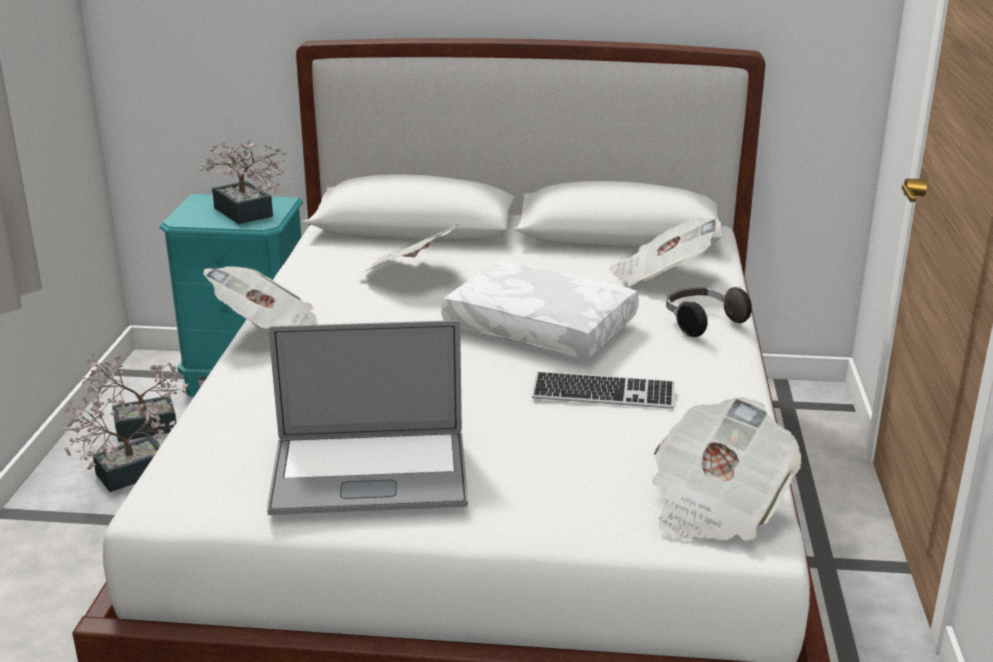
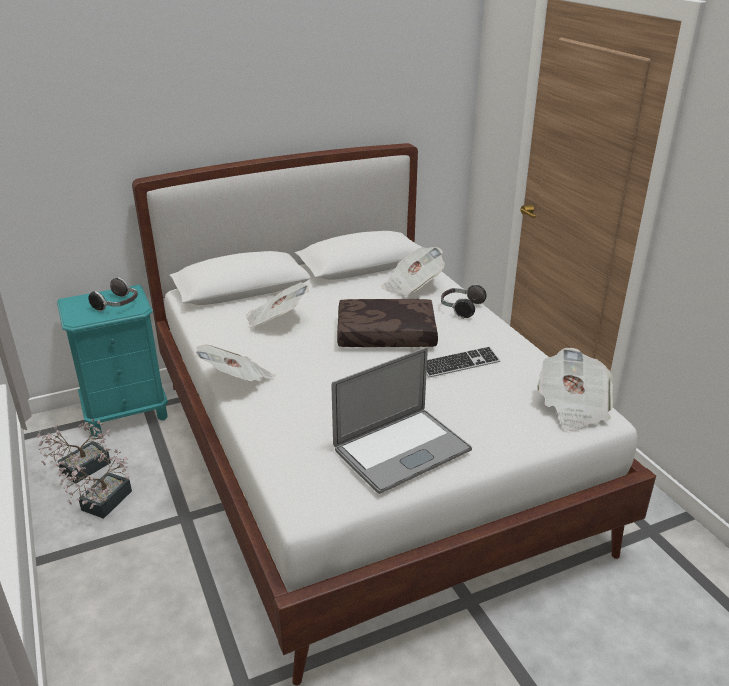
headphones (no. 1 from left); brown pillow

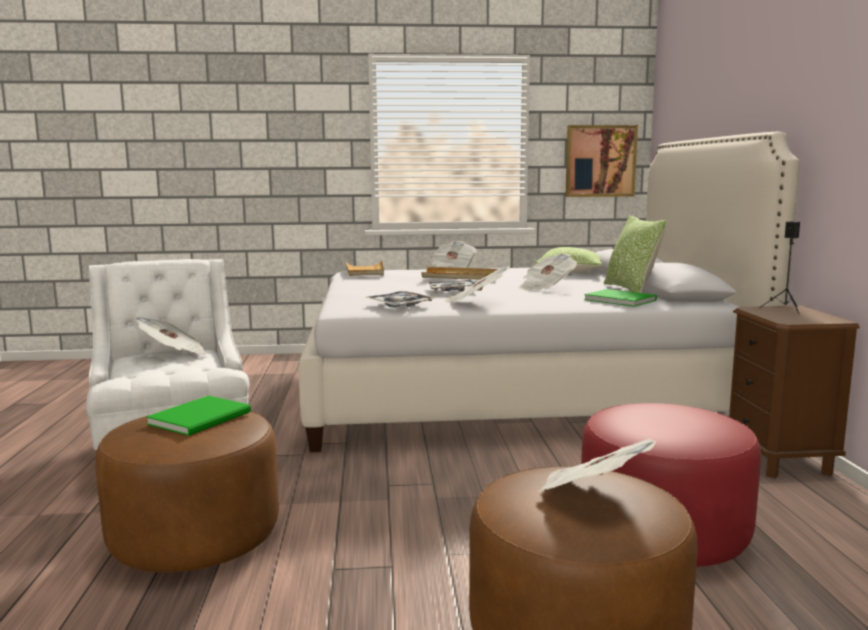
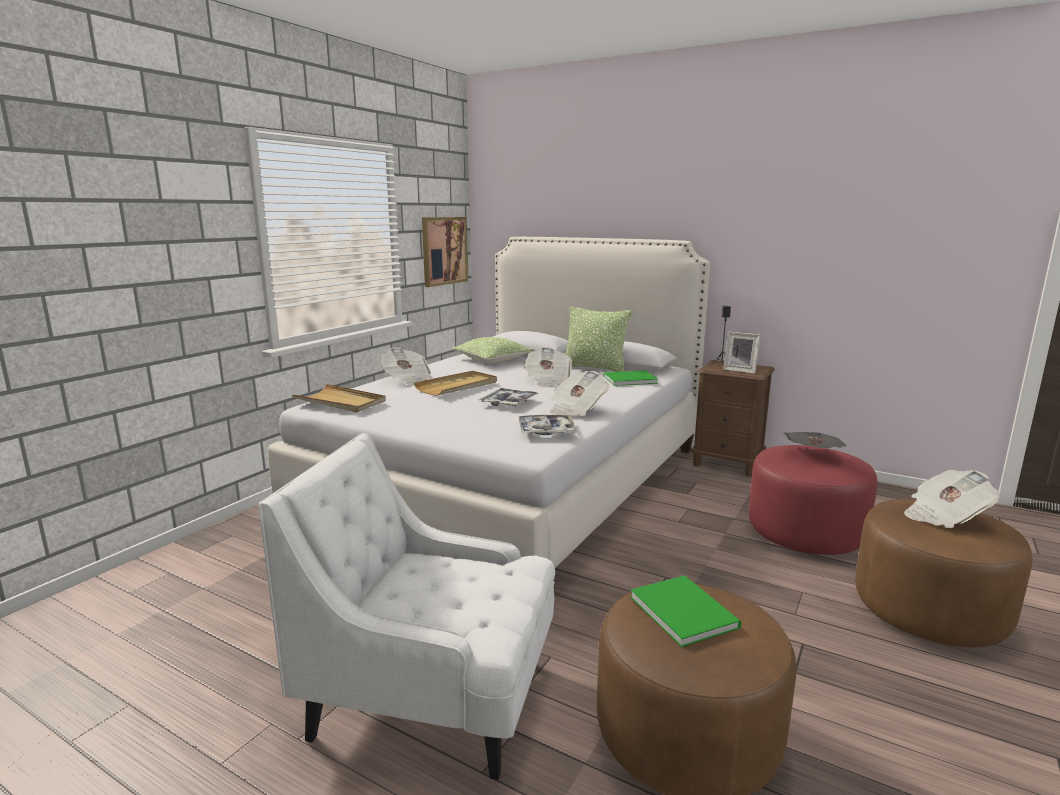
newspaper (no. 4 from left); picture frame

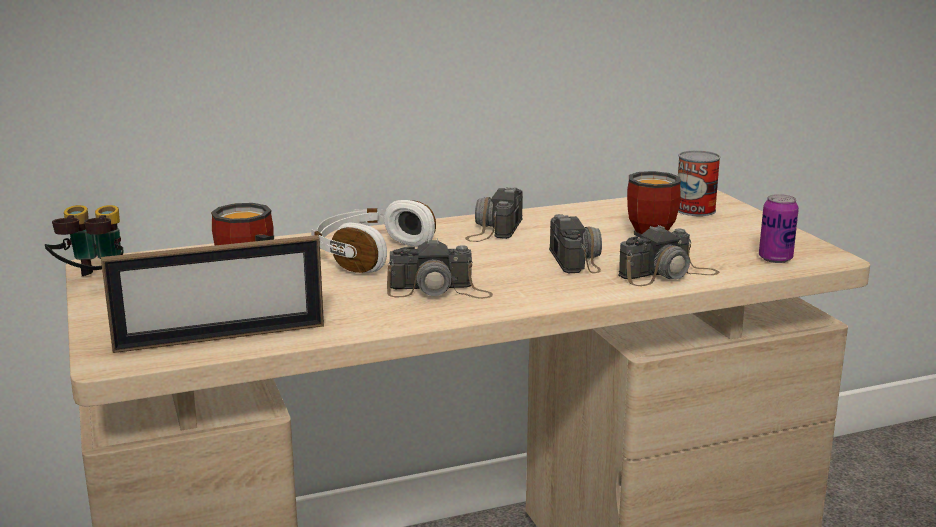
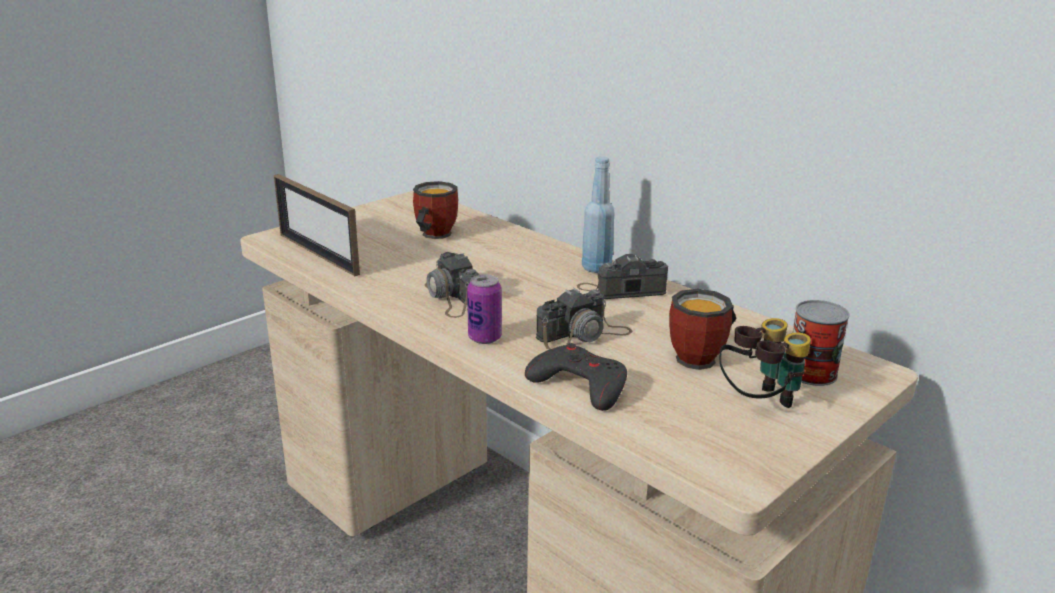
binoculars; white headphones; grey game controller; can (no. 1 from left); blue bottle

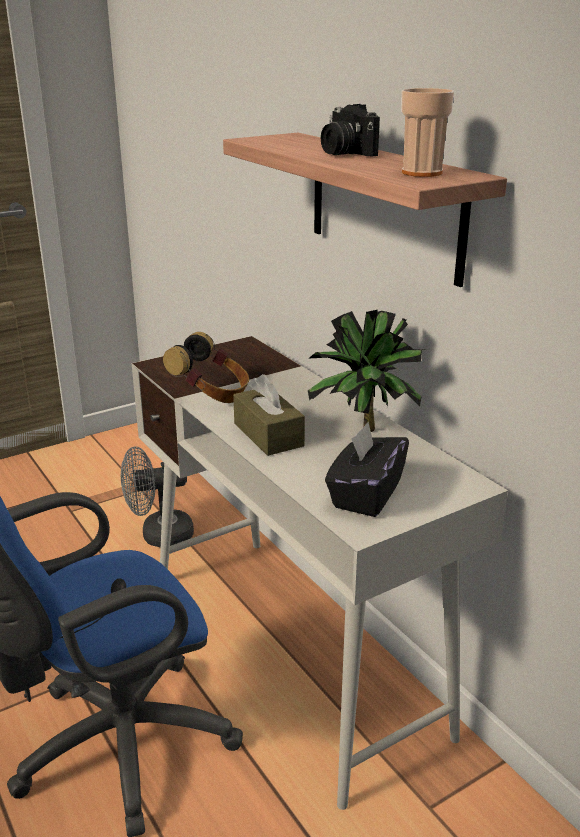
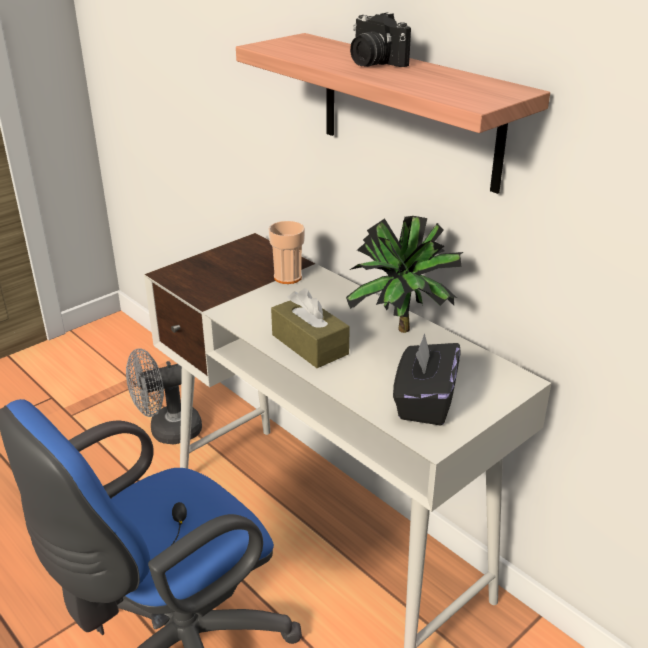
headphones; cup

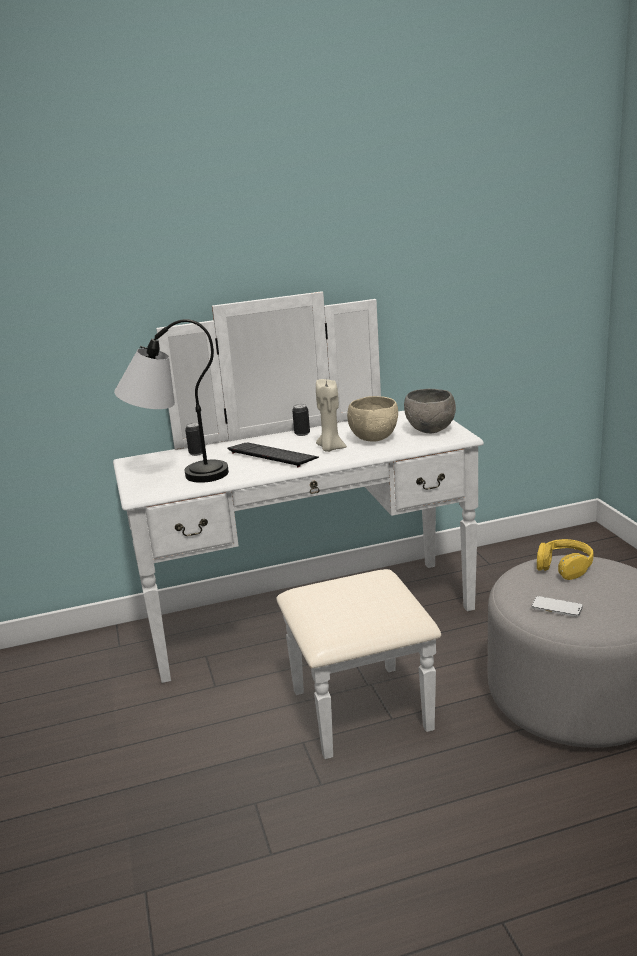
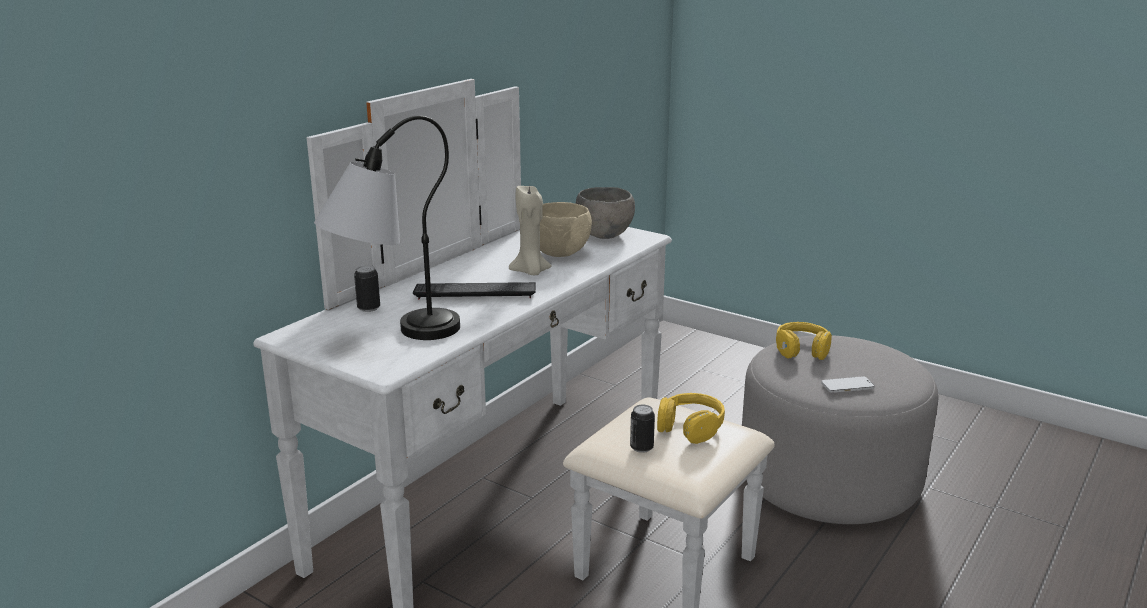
can (no. 2 from left); yellow headphones (no. 1 from left)

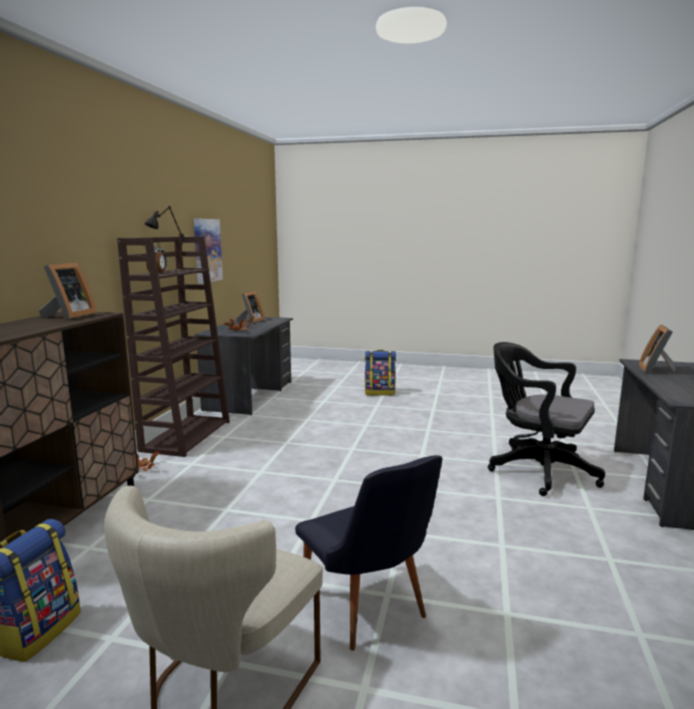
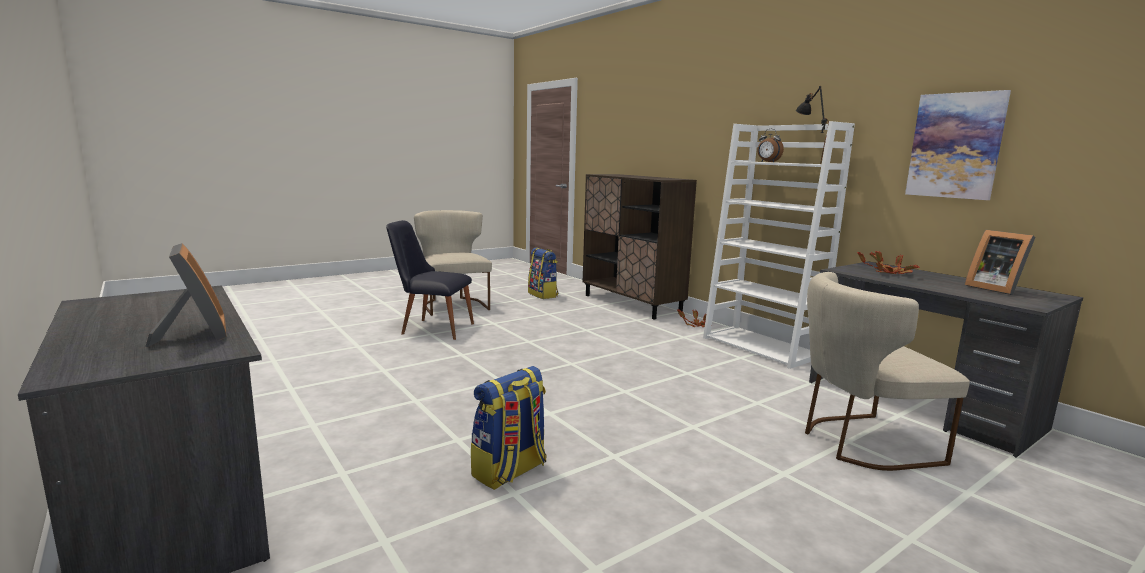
picture frame (no. 1 from left in the first image); white bookcase; backpack (no. 1 from left); black office chair; beige chair (no. 2 from left)

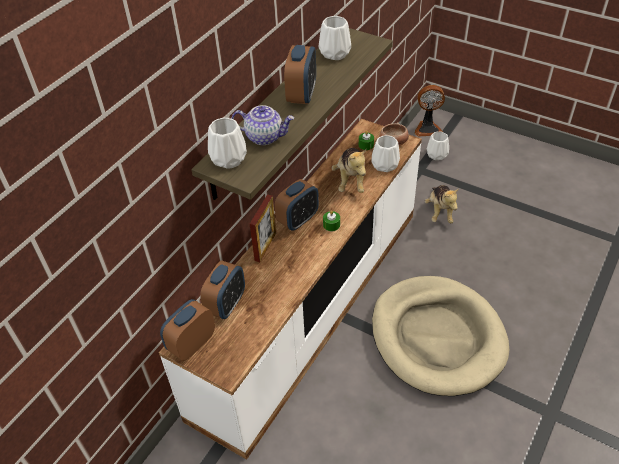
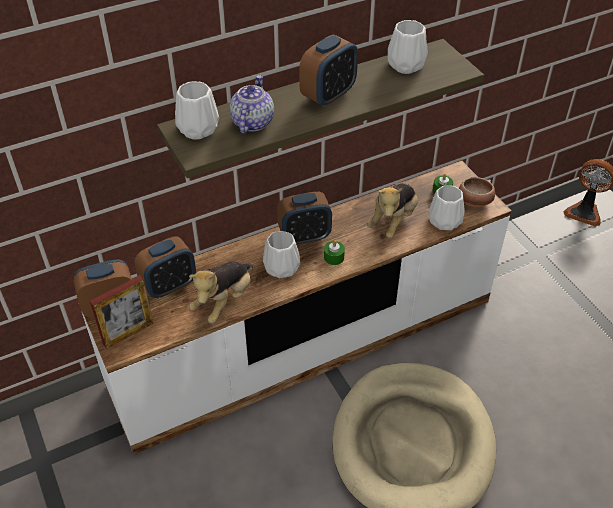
teapot; picture frame; plush toy (no. 1 from left); white vase (no. 2 from left)

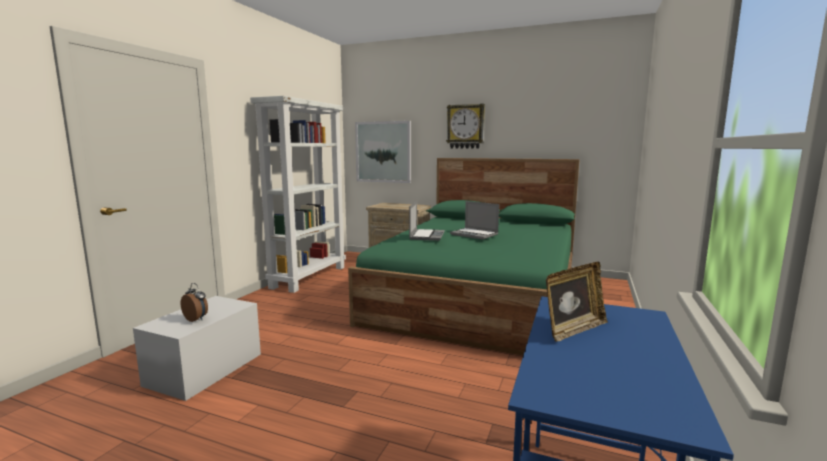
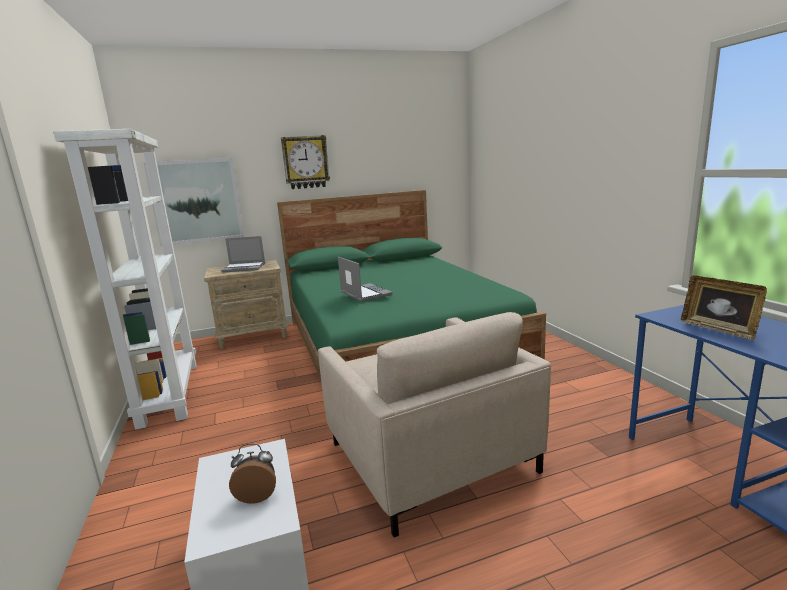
laptop (no. 1 from left); picture frame; beige armchair

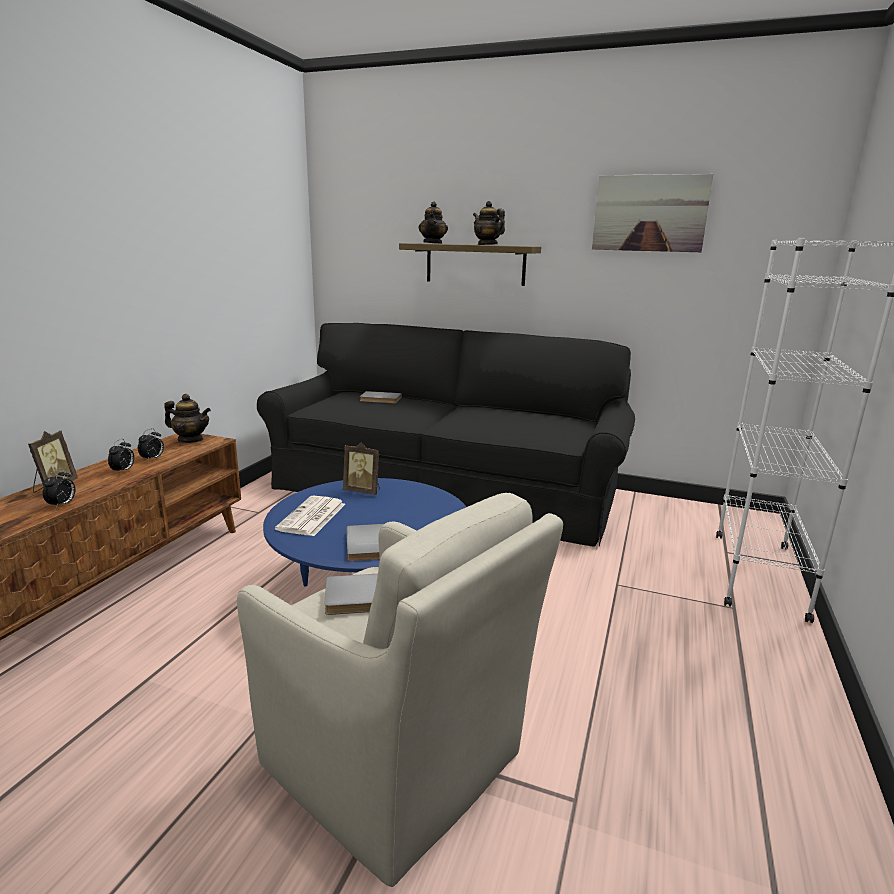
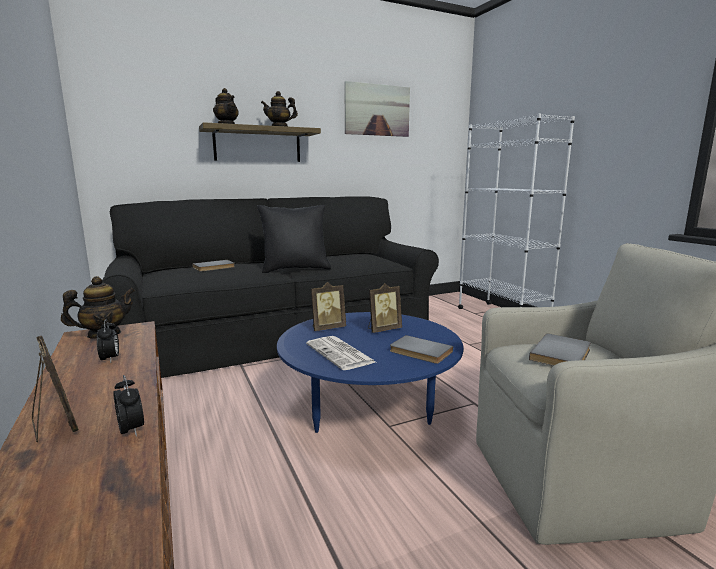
alarm clock (no. 2 from left in the first image); black pillow; picture frame (no. 3 from left)

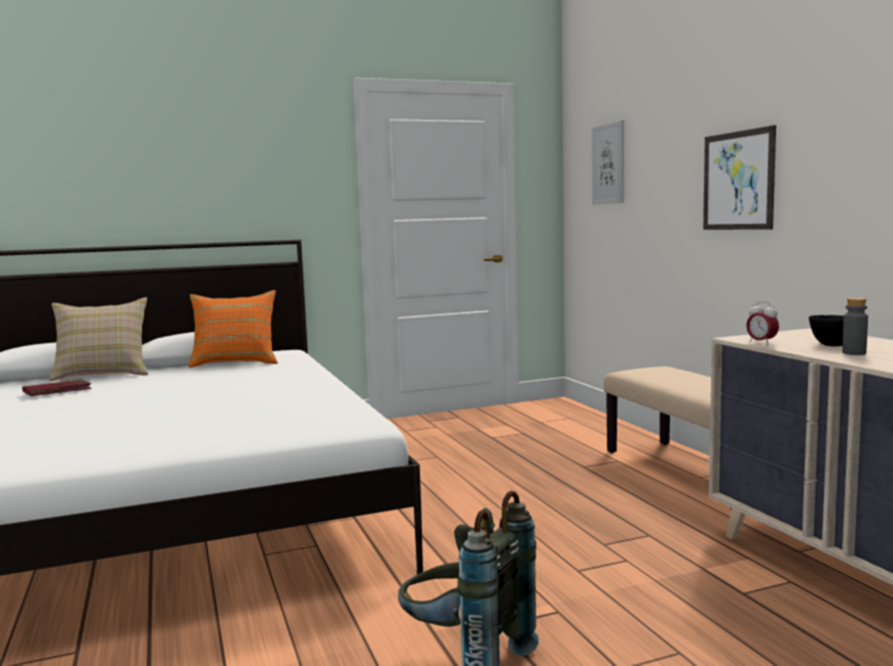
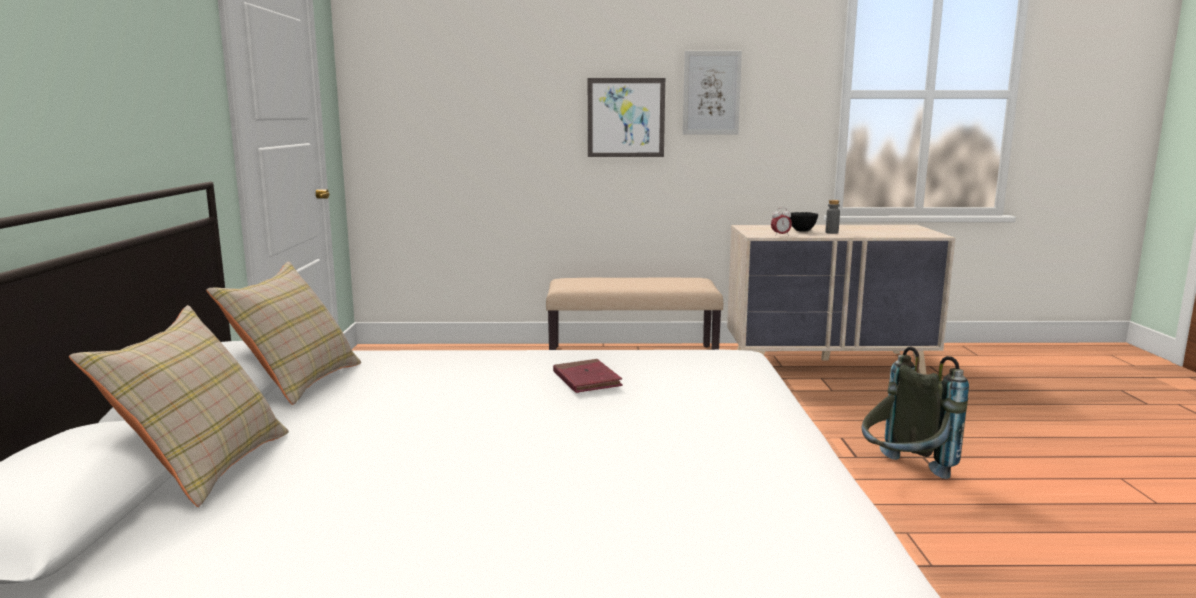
red book; beige pillow (no. 2 from left); picture (no. 2 from left)

